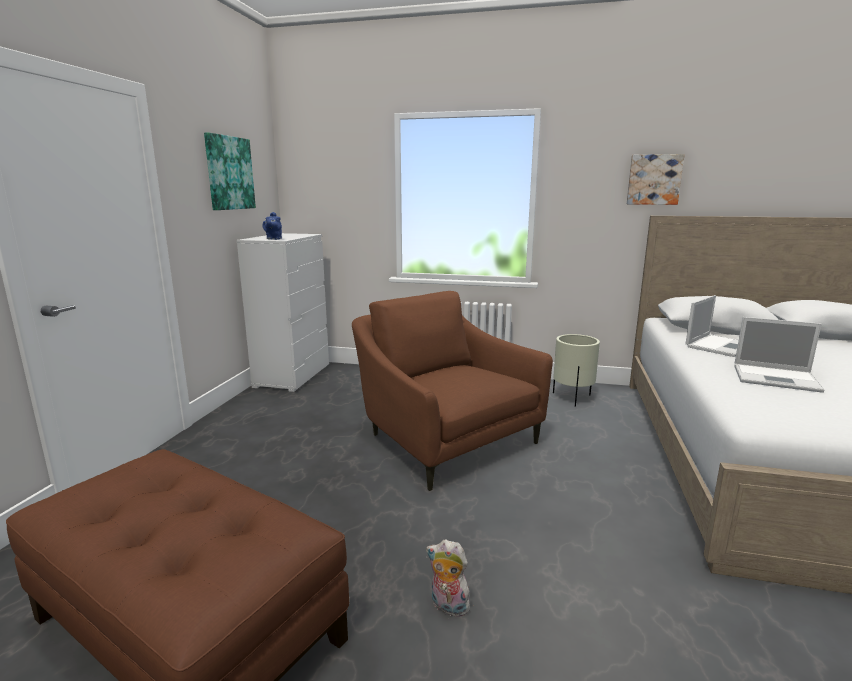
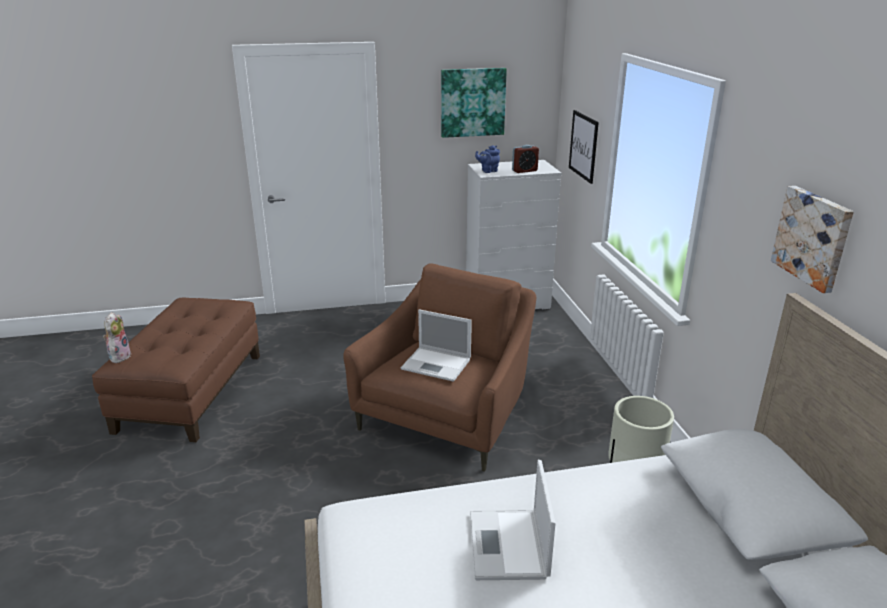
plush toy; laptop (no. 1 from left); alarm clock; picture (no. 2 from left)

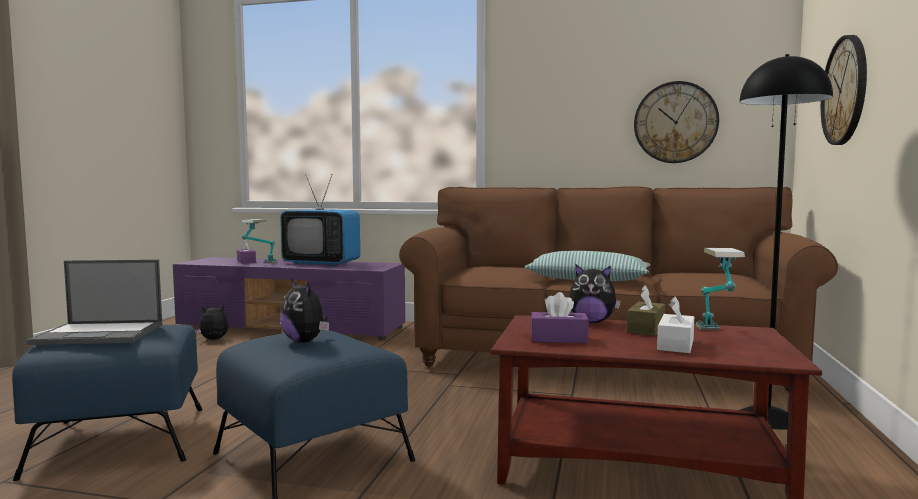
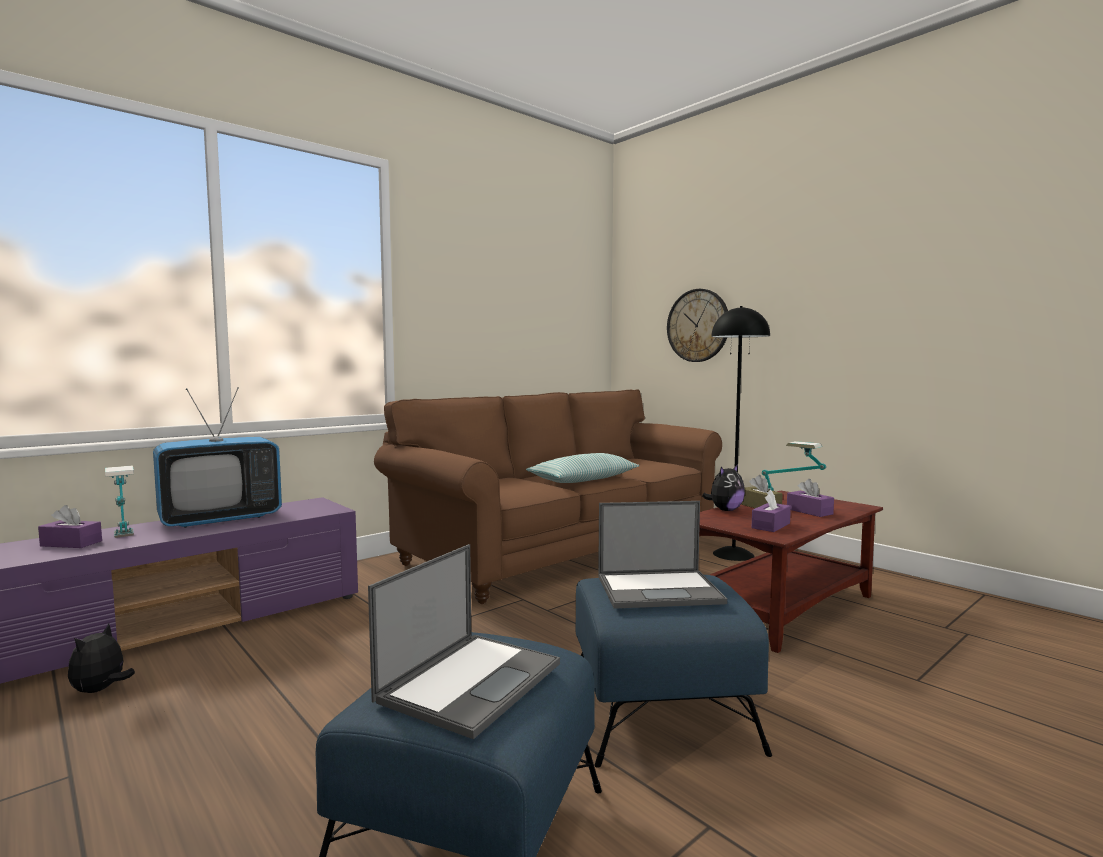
laptop (no. 2 from left); wall clock (no. 1 from left in the first image); purple tissue box (no. 3 from left)

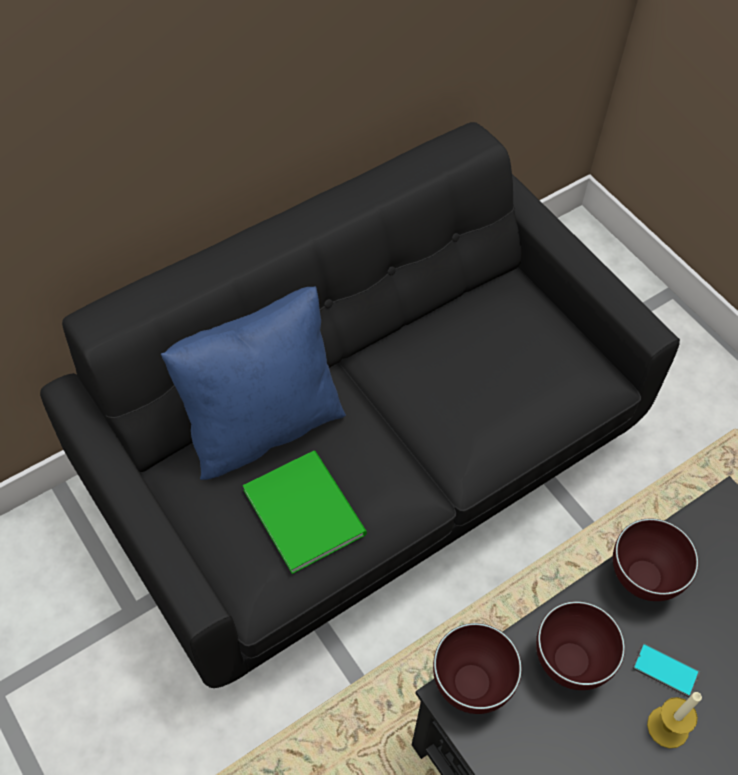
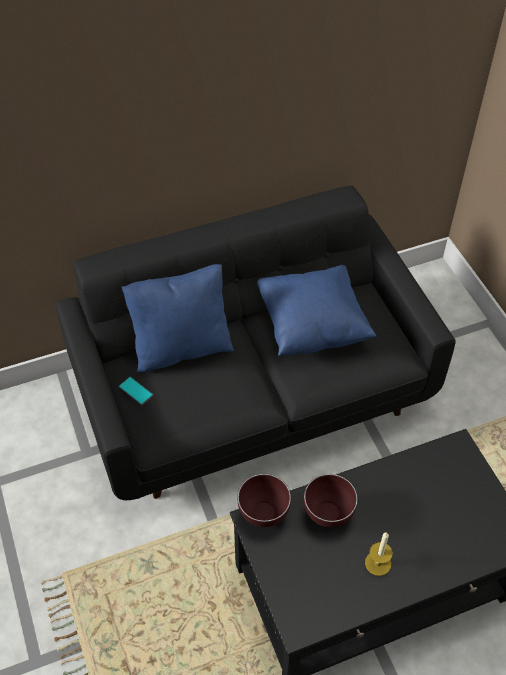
green book; brown bowl (no. 3 from left in the first image); phone; blue pillow (no. 2 from left)

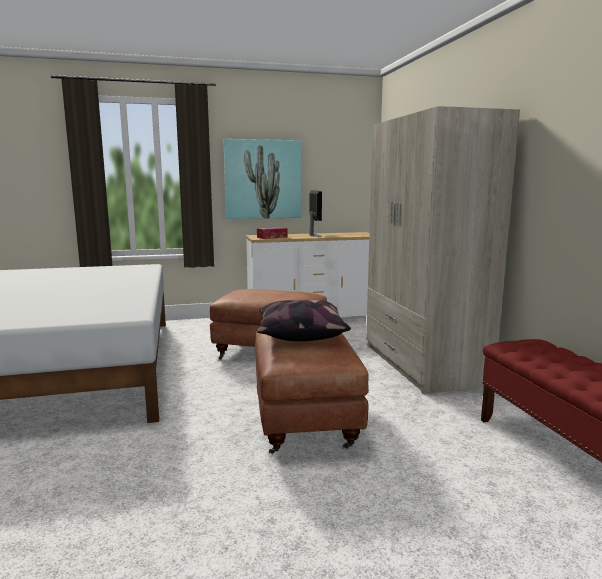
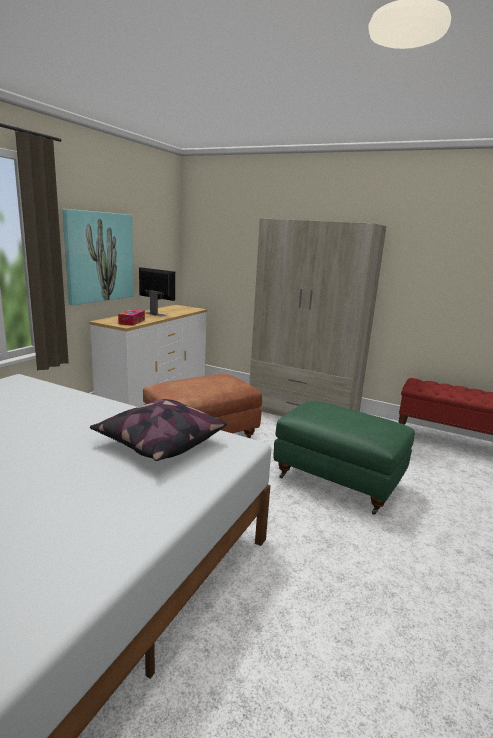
green ottoman; pillow

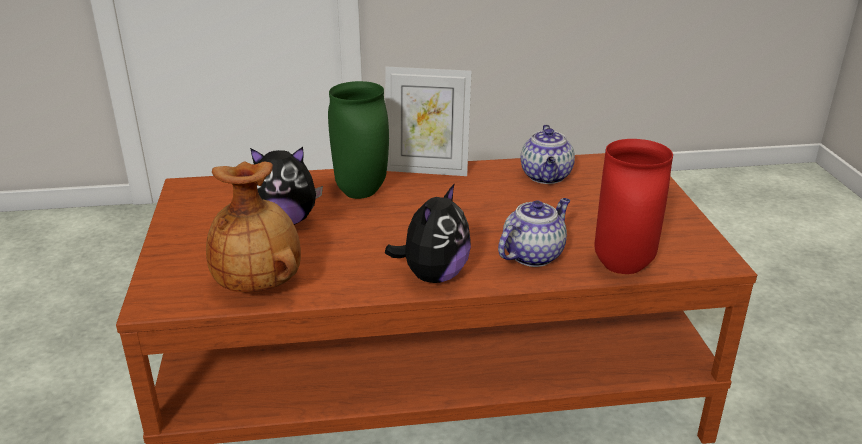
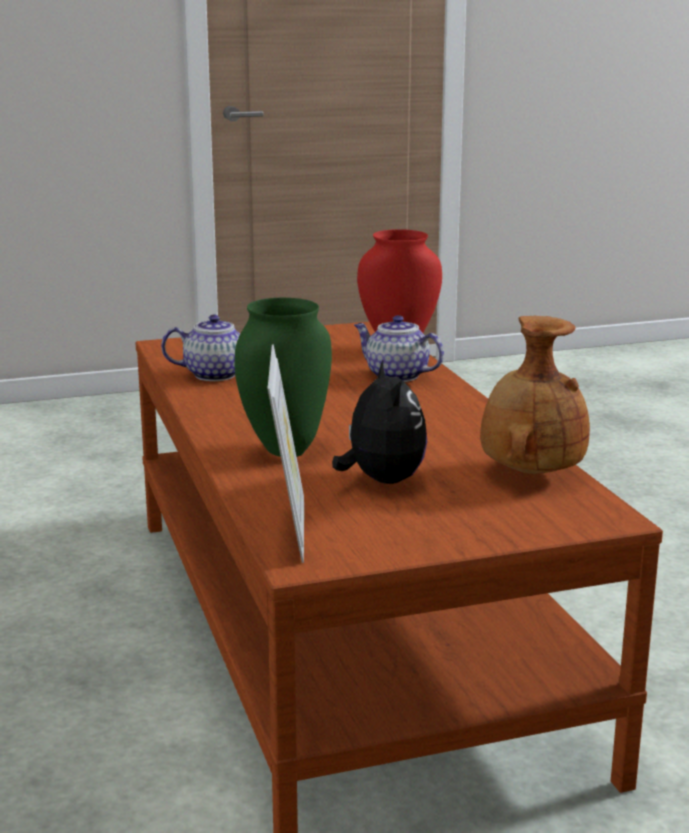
picture frame; plush toy (no. 2 from left in the first image)

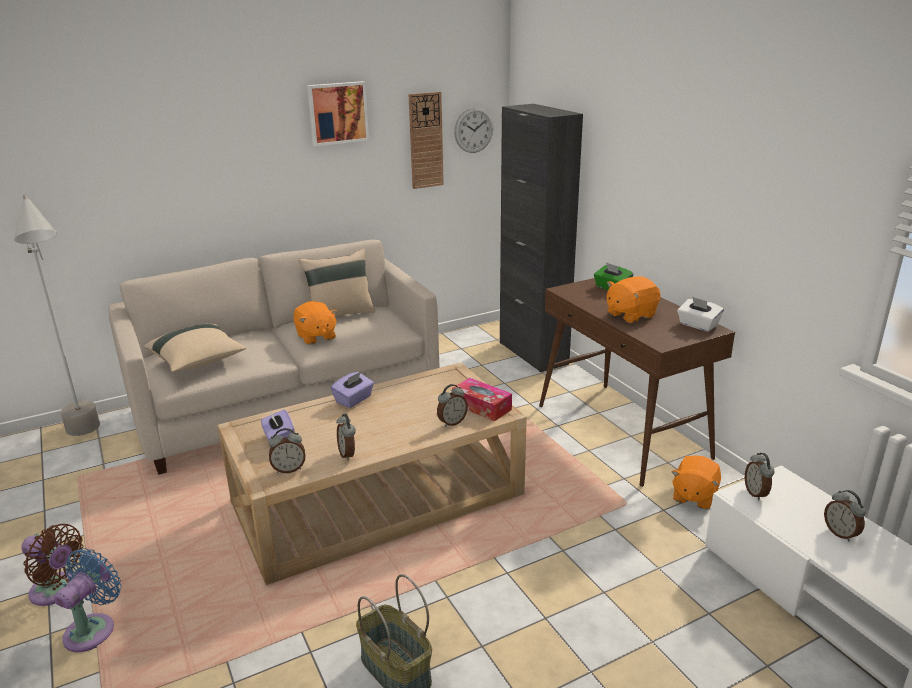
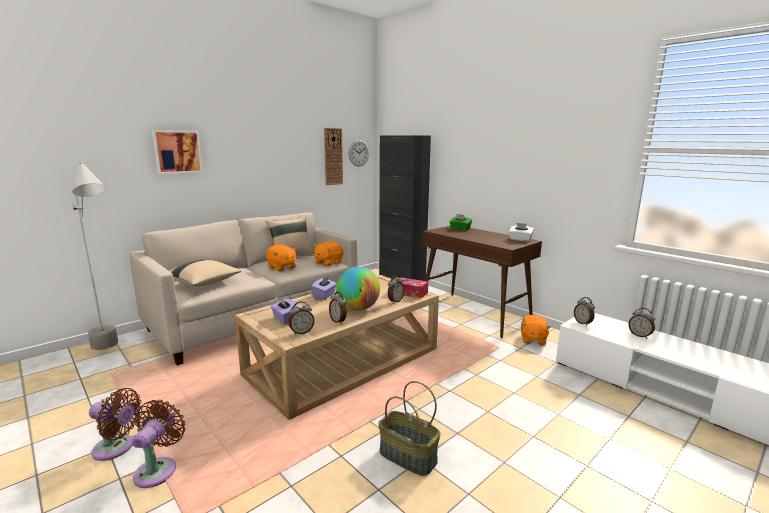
brown fan (no. 2 from left); picture; orange plush toy (no. 2 from left); globe

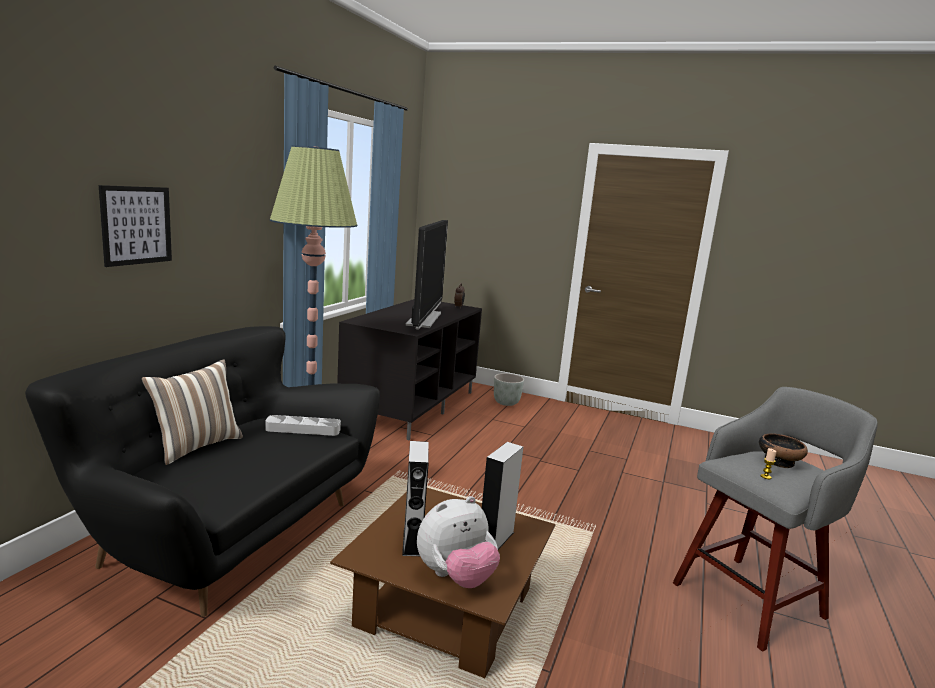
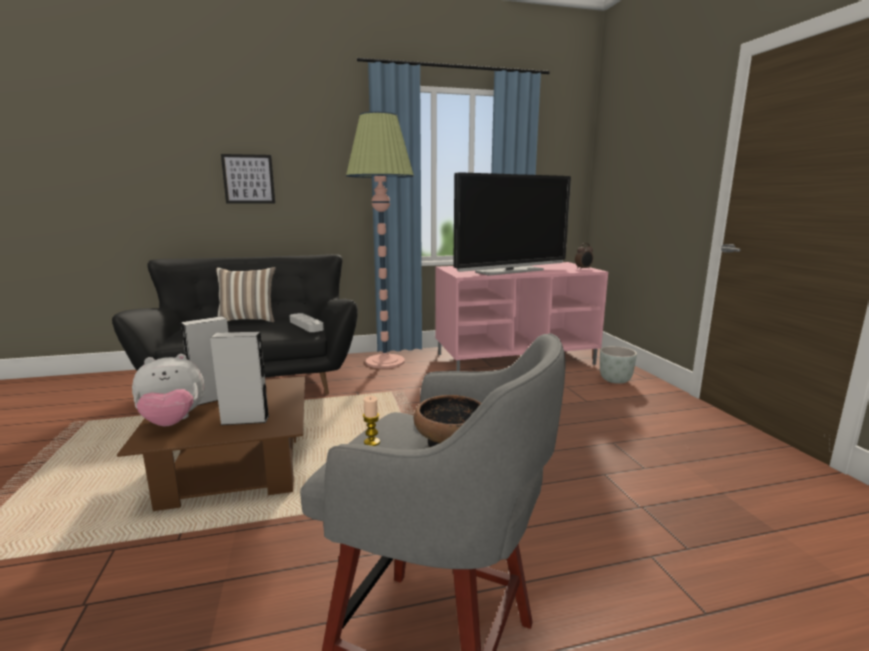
pink tv stand; plush toy

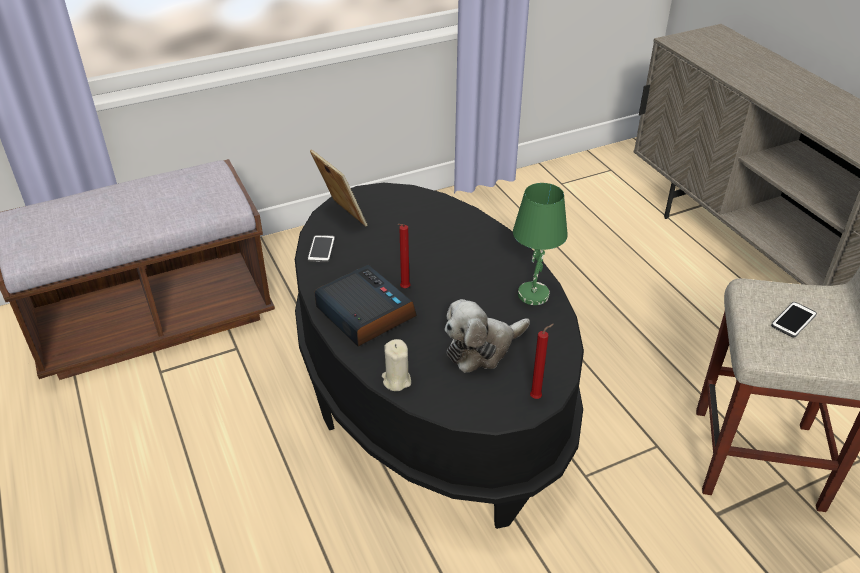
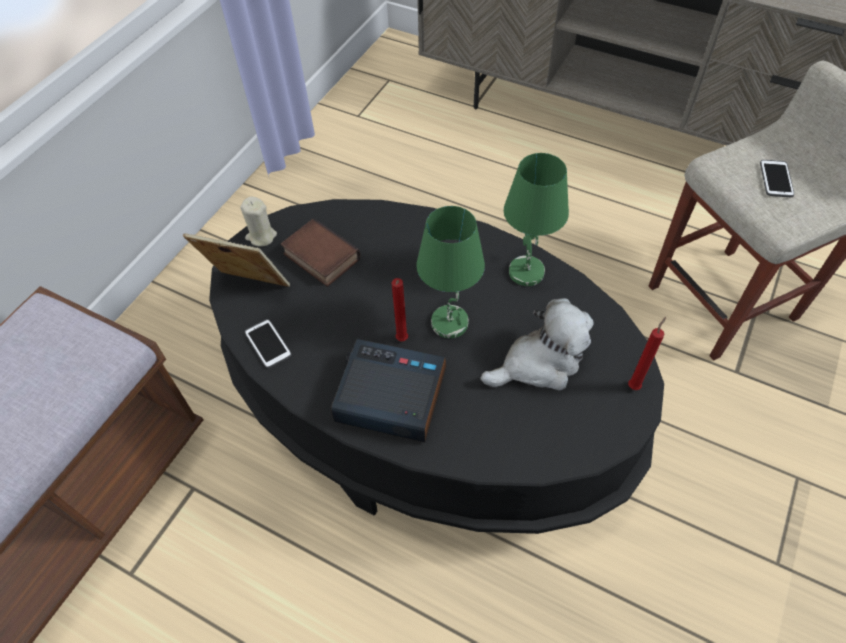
beige candle; plush toy; book; green table lamp (no. 1 from left)

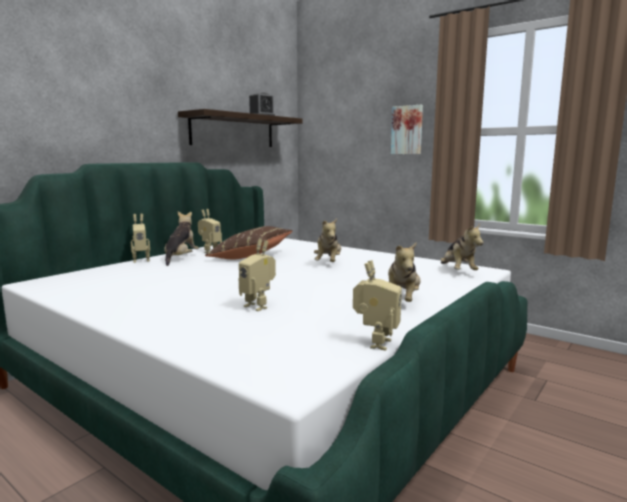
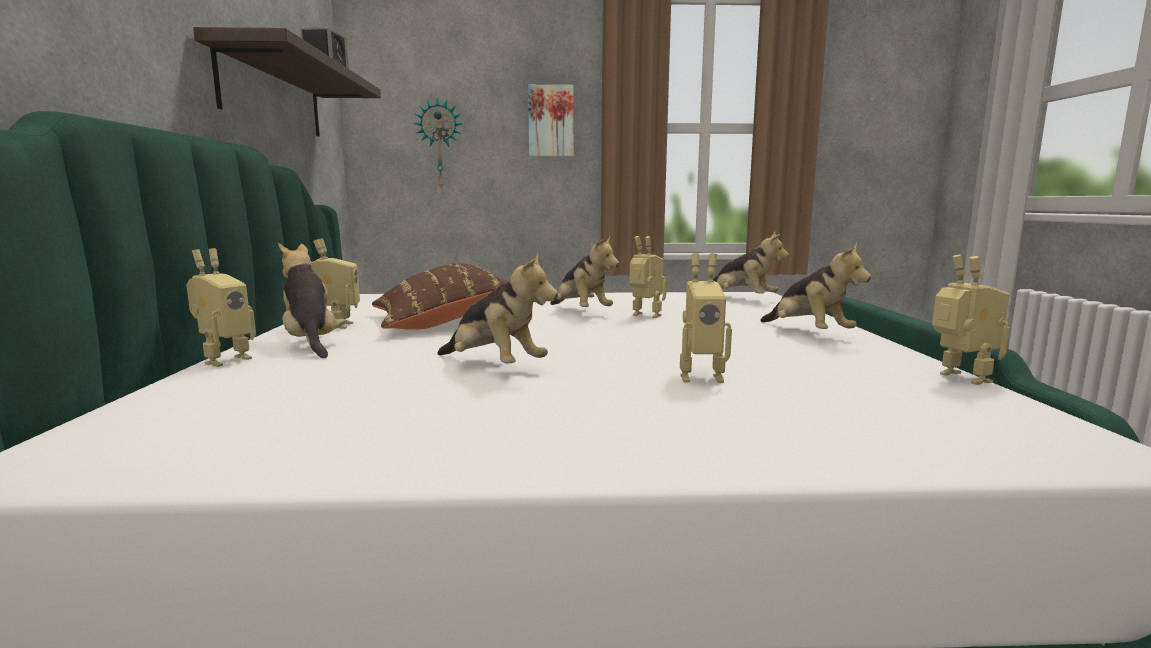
wall clock; plush toy (no. 2 from left); toy robot (no. 3 from left)

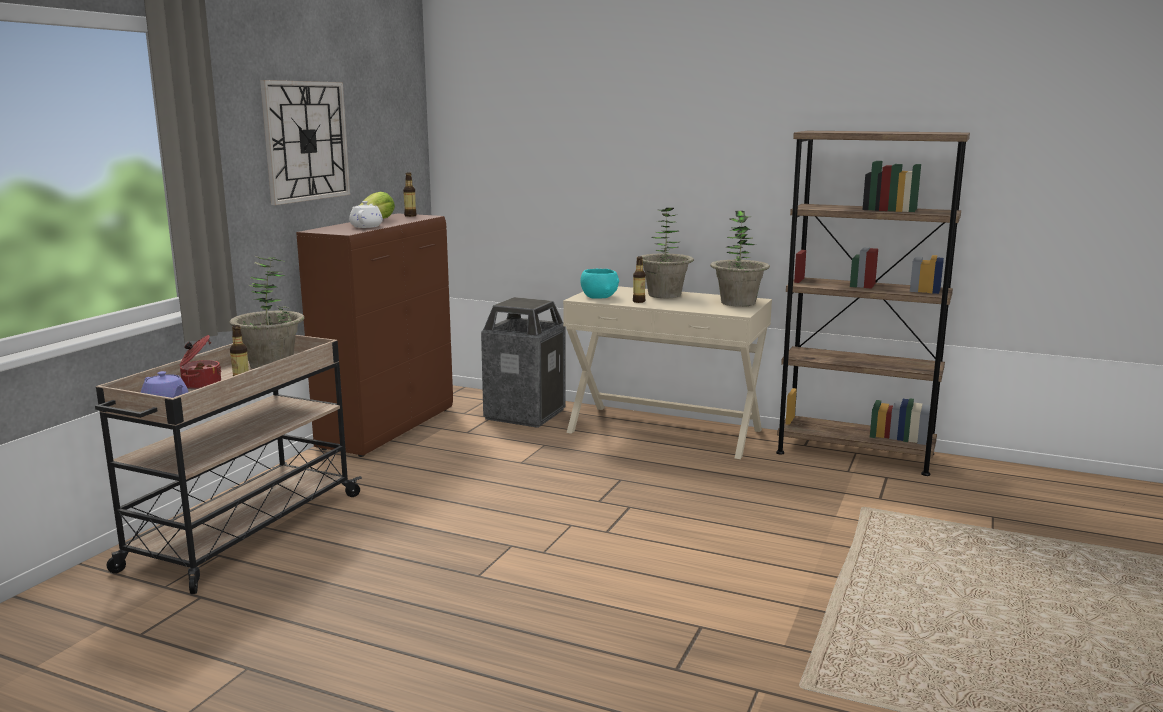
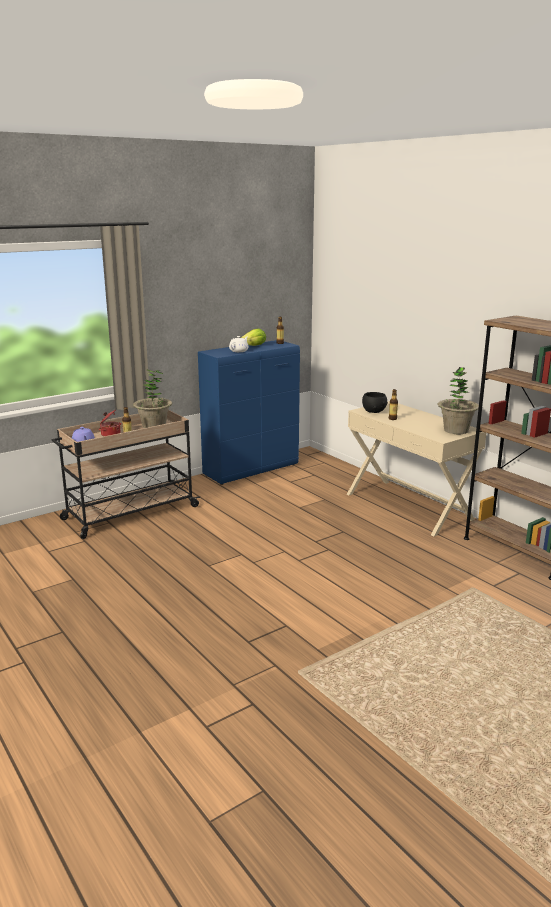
wall clock; blue cabinet; trash can; black bowl; potted plant (no. 2 from left in the first image)

